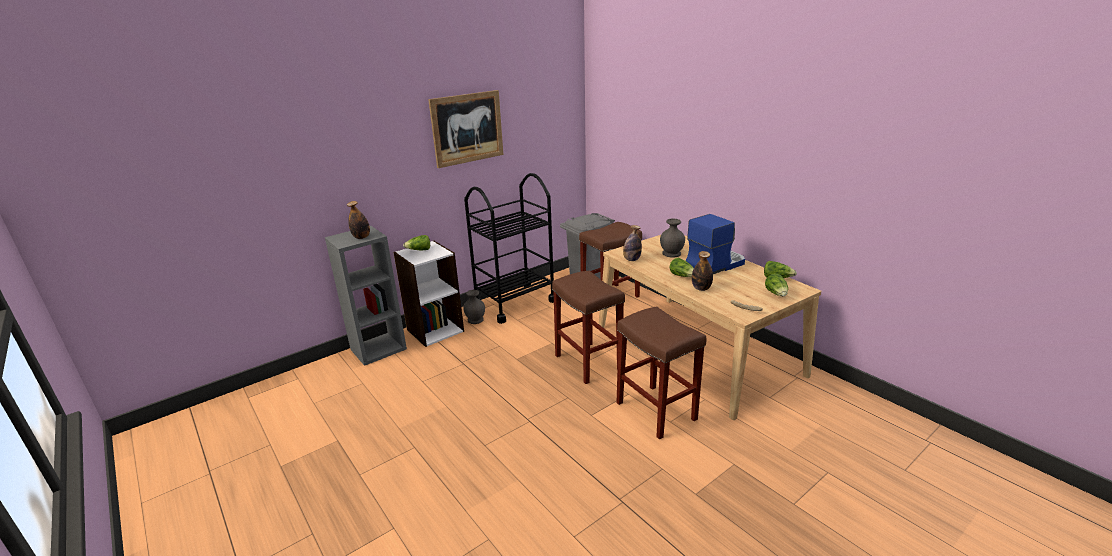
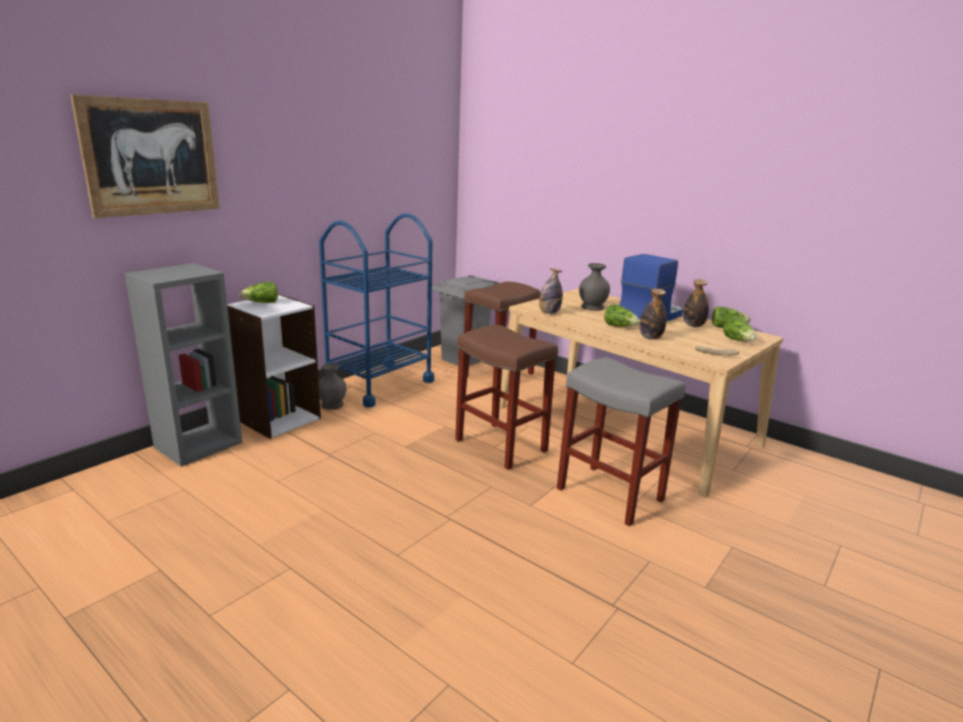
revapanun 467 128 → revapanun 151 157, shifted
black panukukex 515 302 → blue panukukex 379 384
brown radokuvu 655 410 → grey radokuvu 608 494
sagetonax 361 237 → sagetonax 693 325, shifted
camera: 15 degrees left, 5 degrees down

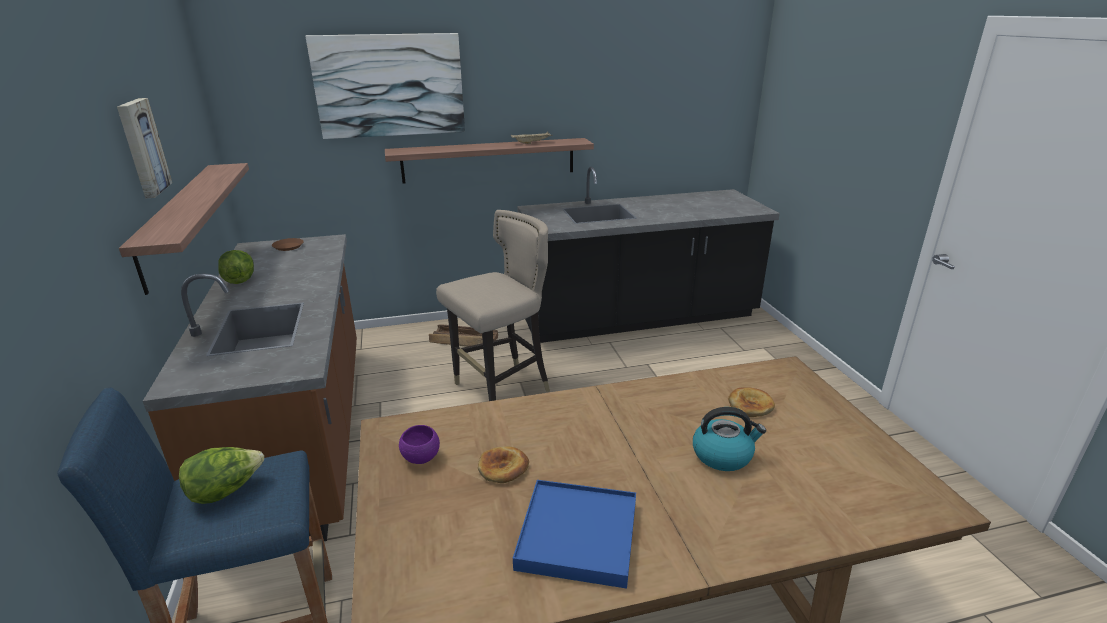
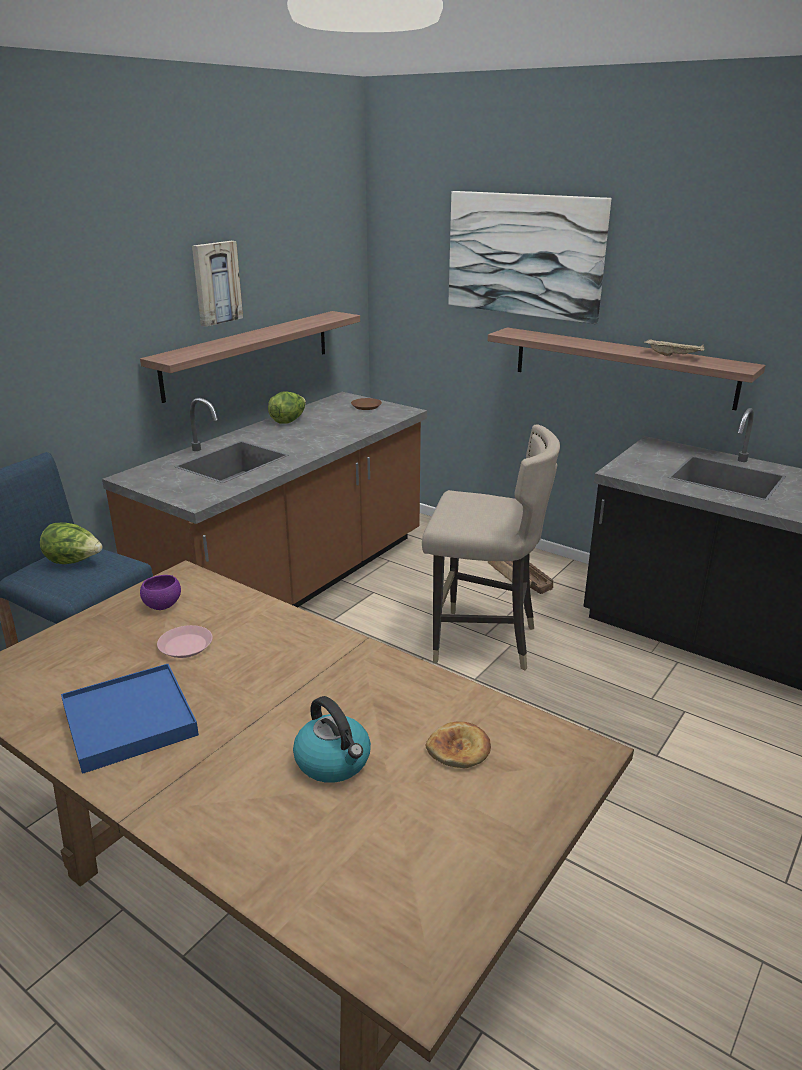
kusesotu 503 468 → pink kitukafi 185 646
camera: 50 degrees right, 0 degrees up

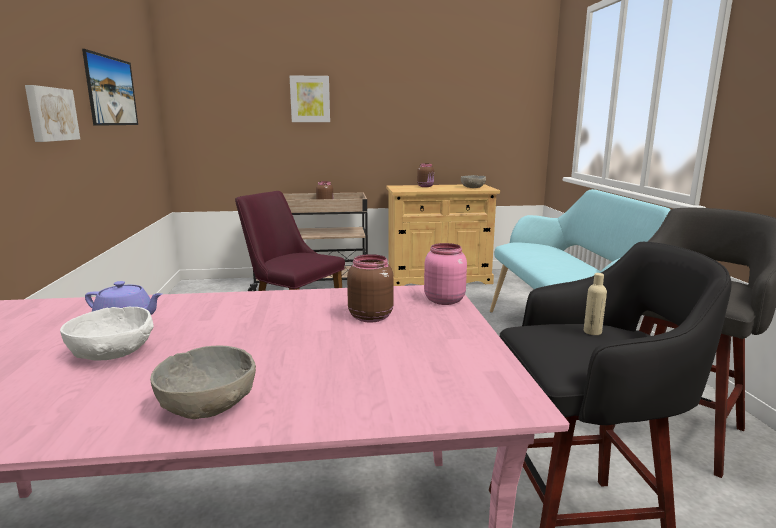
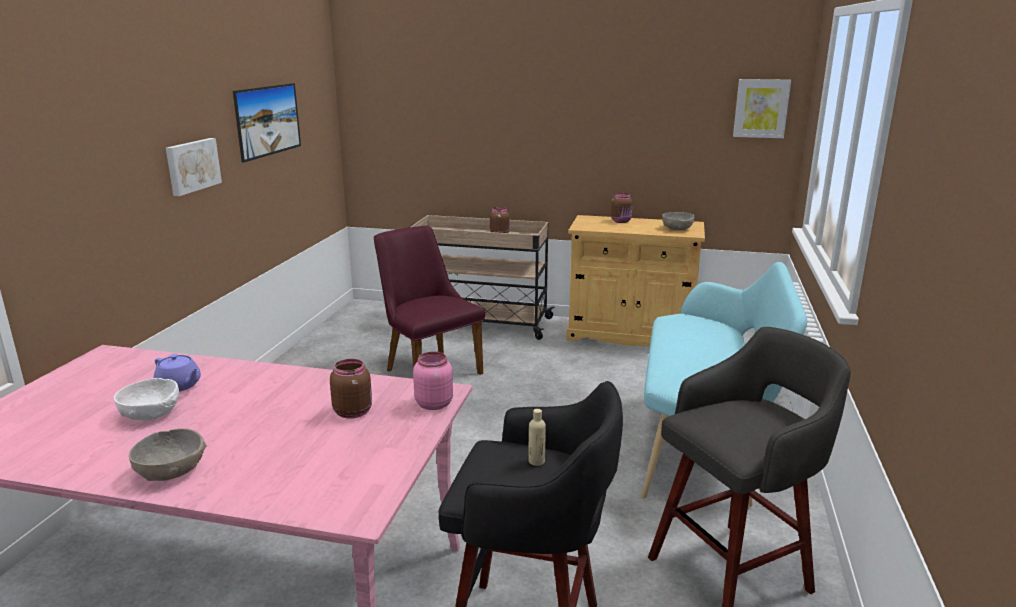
revapanun 310 99 → revapanun 761 108, shifted
camera: 20 degrees right, 5 degrees up

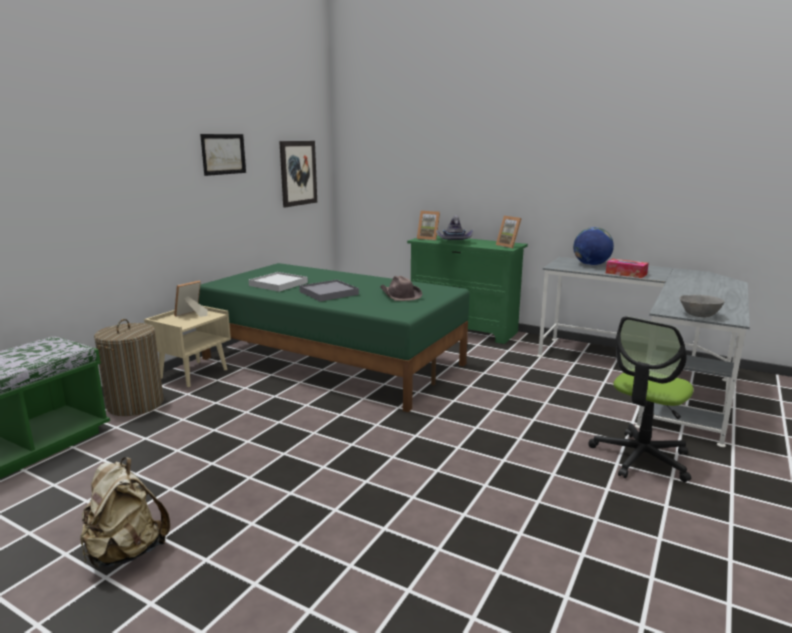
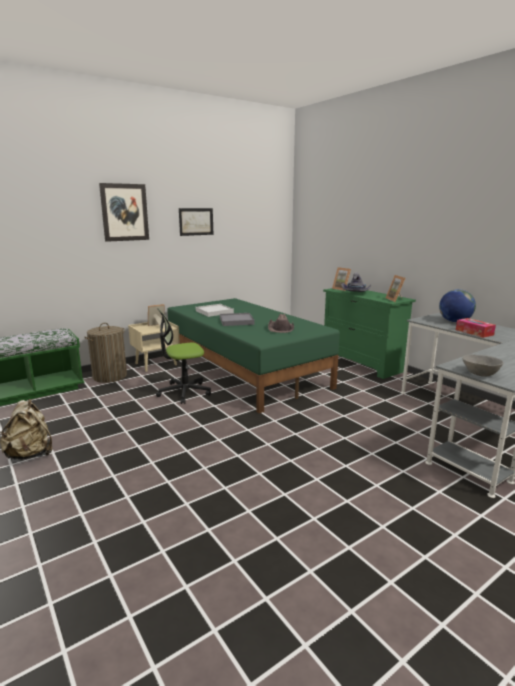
revapanun 298 173 → revapanun 124 212, shifted
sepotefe 640 458 → sepotefe 184 392, shifted
camera: 25 degrees right, 0 degrees up

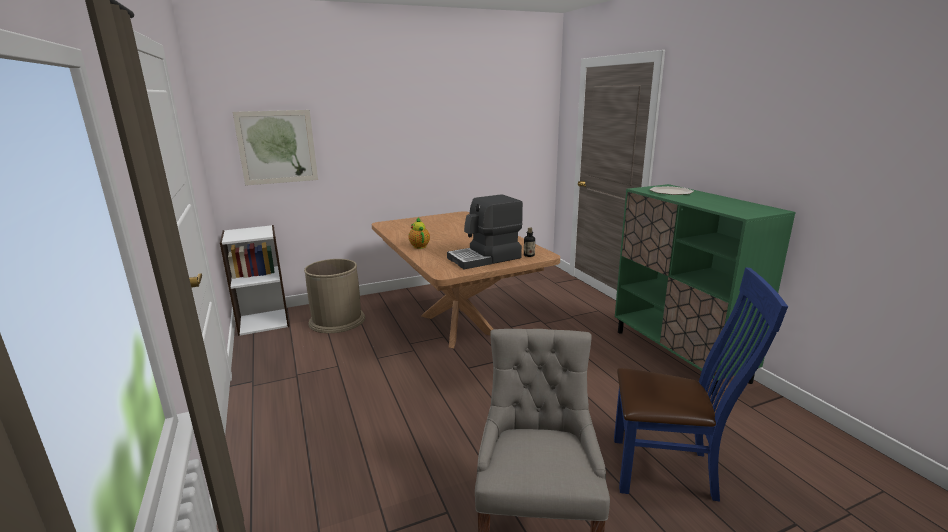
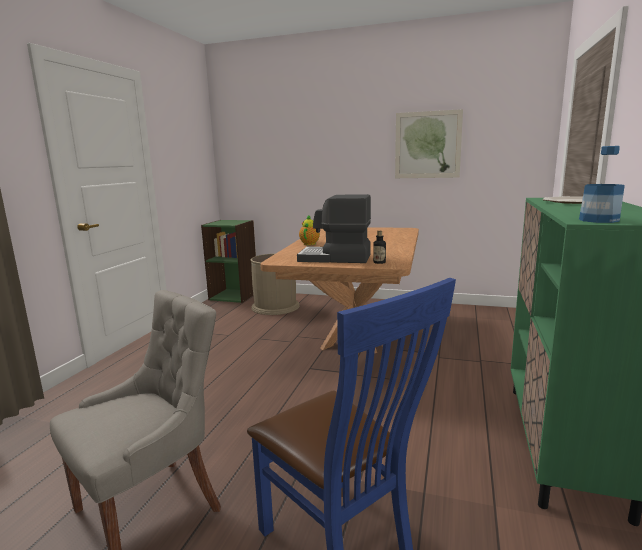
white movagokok 264 321 → green movagokok 234 295
revapanun 277 147 → revapanun 427 145, shifted
- → sagetonax 598 220
camera: 40 degrees right, 5 degrees down

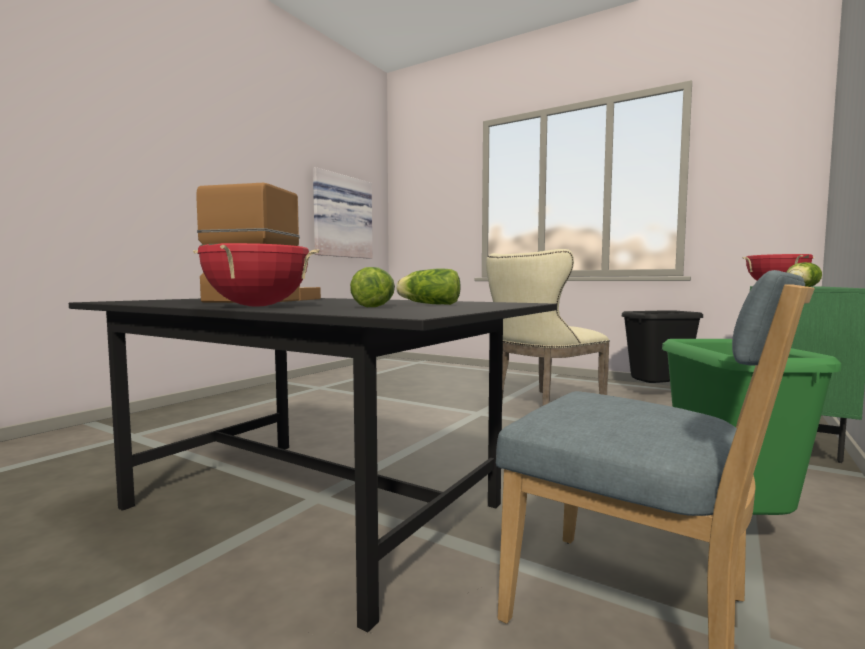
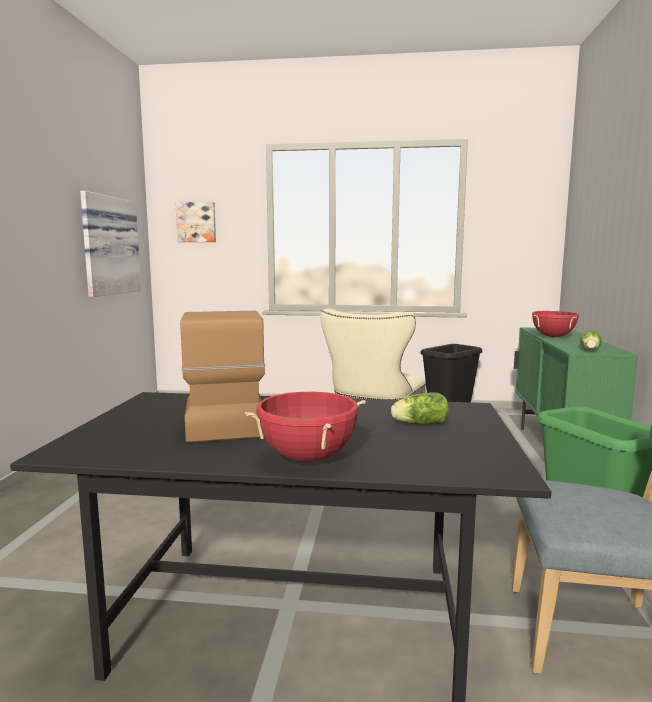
- → revapanun 196 222
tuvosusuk 376 306 → -
camera: 25 degrees left, 5 degrees up

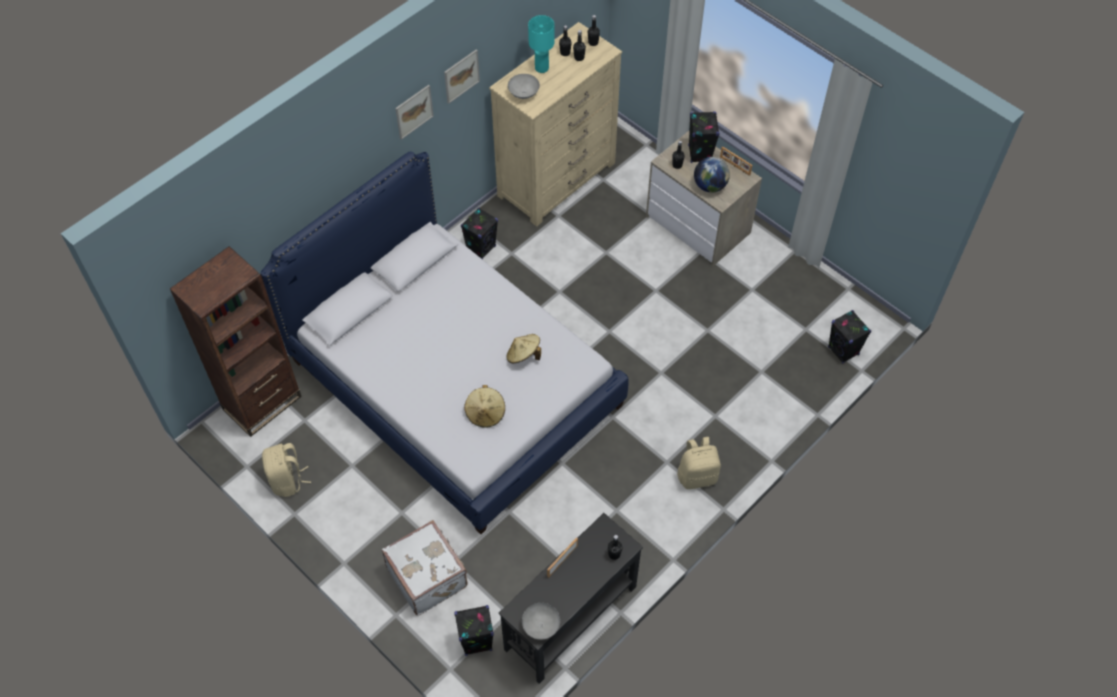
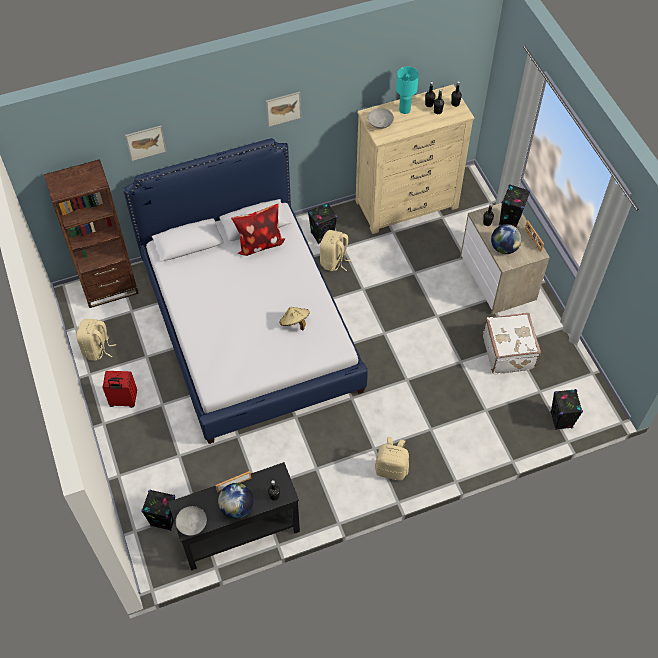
- → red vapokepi 123 401
revapanun 461 76 → revapanun 145 142, shifted
- → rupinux 237 507
- → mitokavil 259 243
- → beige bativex 334 261
white vapokepi 428 576 → white vapokepi 509 352, shifted
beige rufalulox 485 413 → -
camera: 25 degrees right, 0 degrees up

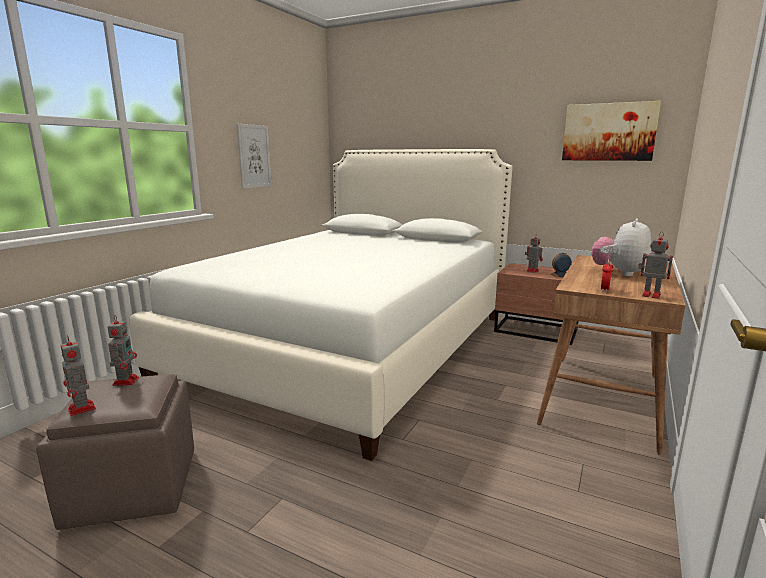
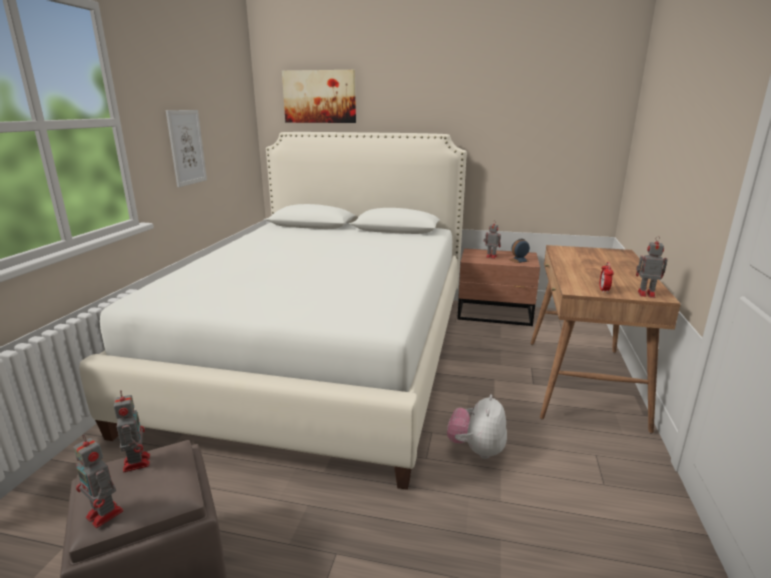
revapanun 609 132 → revapanun 319 97, shifted
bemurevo 619 273 → bemurevo 476 450, shifted
camera: 15 degrees left, 5 degrees up

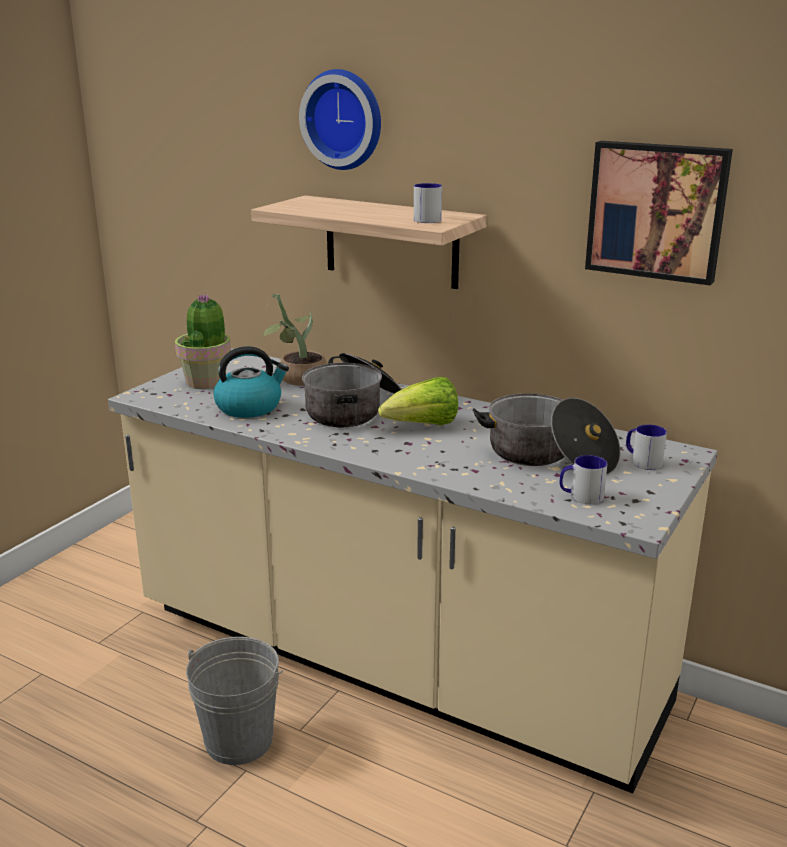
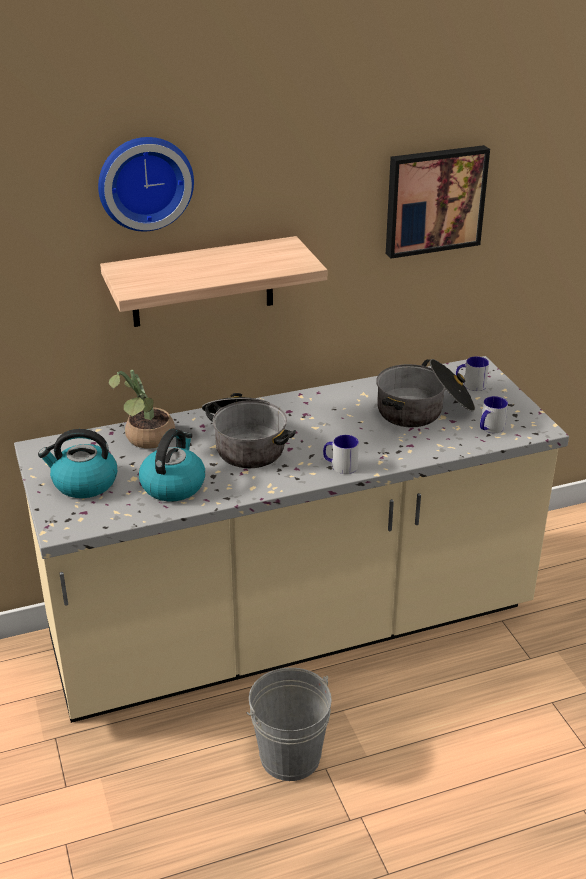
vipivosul 207 381 → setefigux 83 483
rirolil 425 219 → rirolil 340 466, shifted
tuvosusuk 422 426 → -
camera: 50 degrees left, 10 degrees up

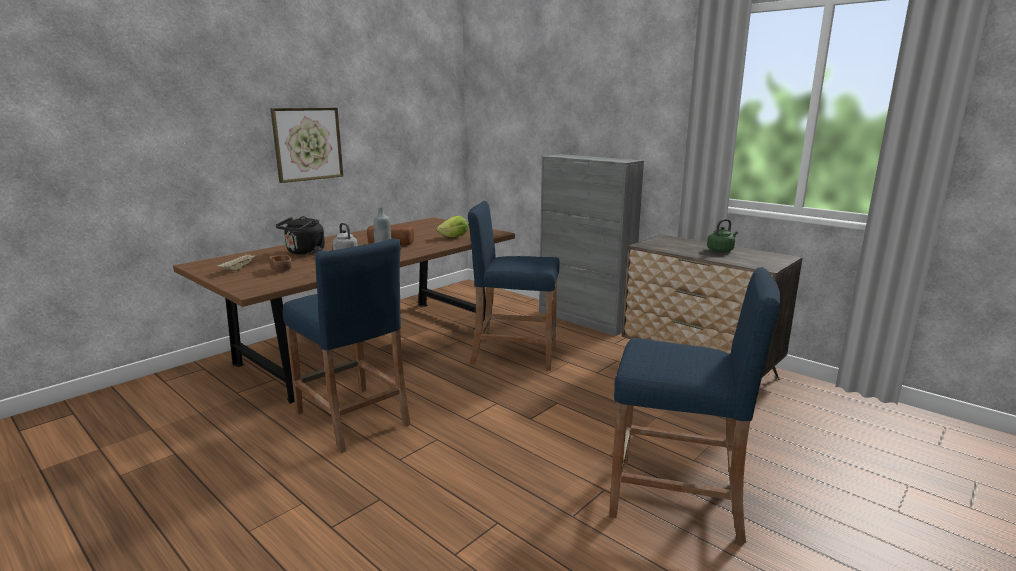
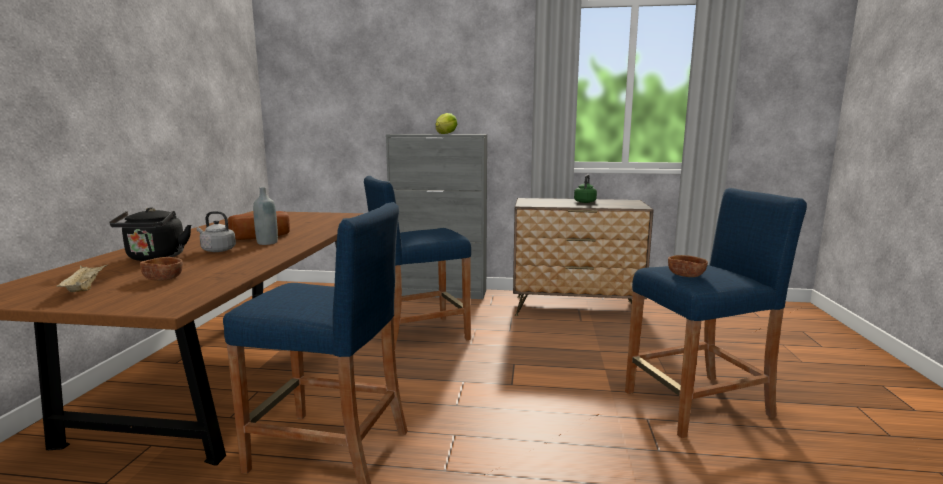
tuvosusuk 454 237 → tuvosusuk 446 134, shifted
- → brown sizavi 686 275
revapanun 307 144 → -
camera: 35 degrees left, 5 degrees down

